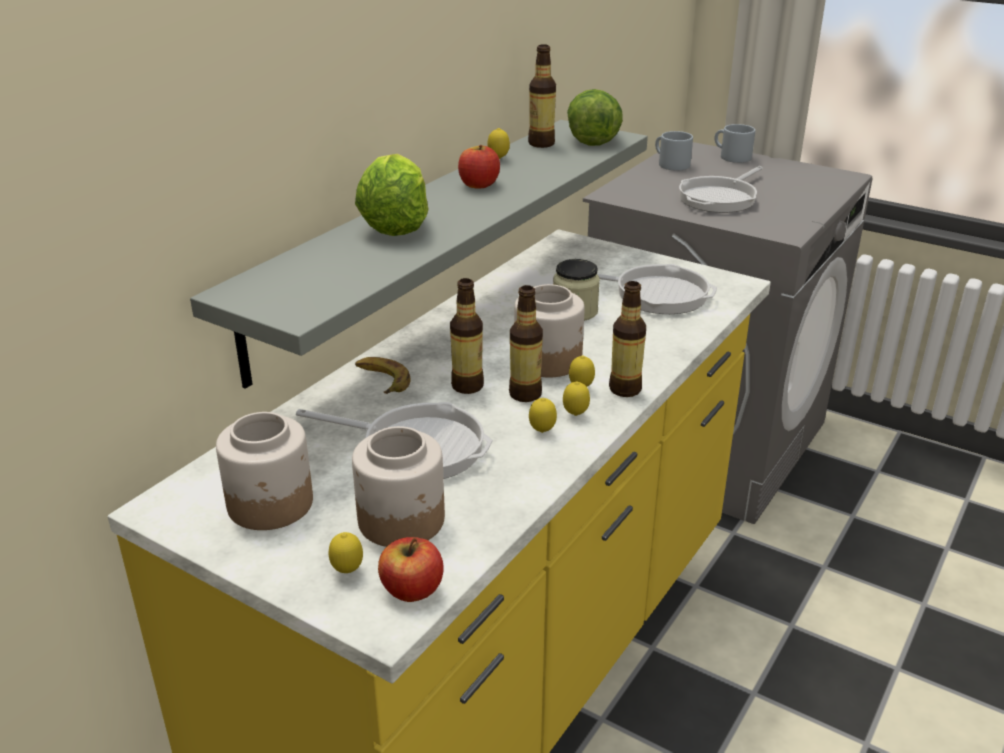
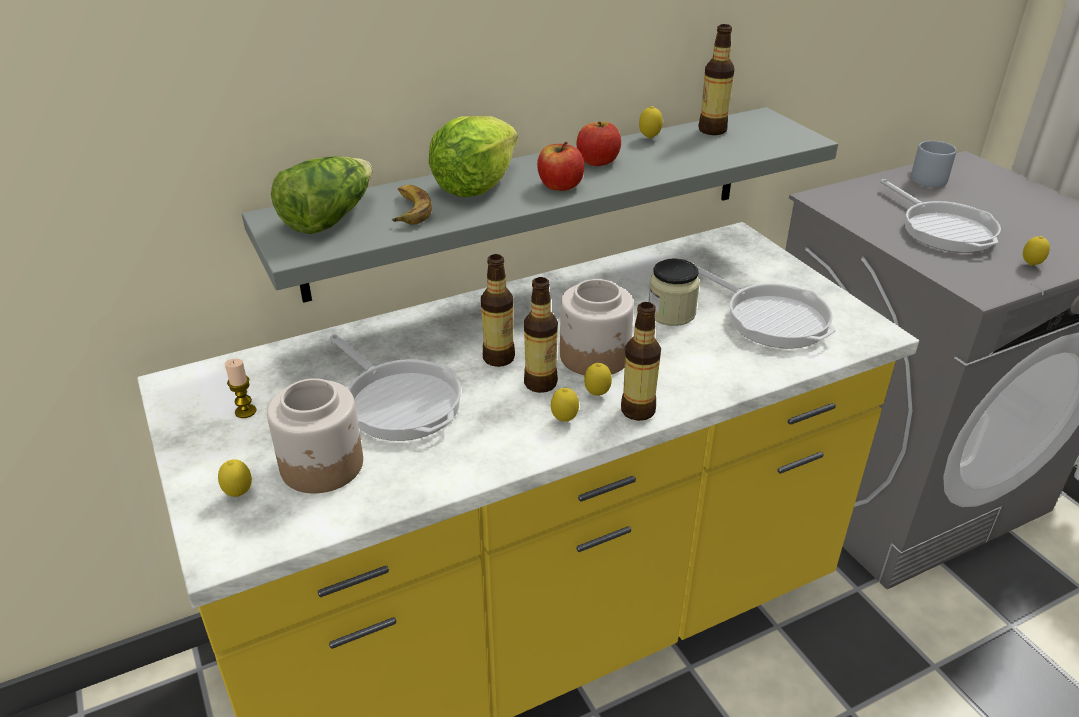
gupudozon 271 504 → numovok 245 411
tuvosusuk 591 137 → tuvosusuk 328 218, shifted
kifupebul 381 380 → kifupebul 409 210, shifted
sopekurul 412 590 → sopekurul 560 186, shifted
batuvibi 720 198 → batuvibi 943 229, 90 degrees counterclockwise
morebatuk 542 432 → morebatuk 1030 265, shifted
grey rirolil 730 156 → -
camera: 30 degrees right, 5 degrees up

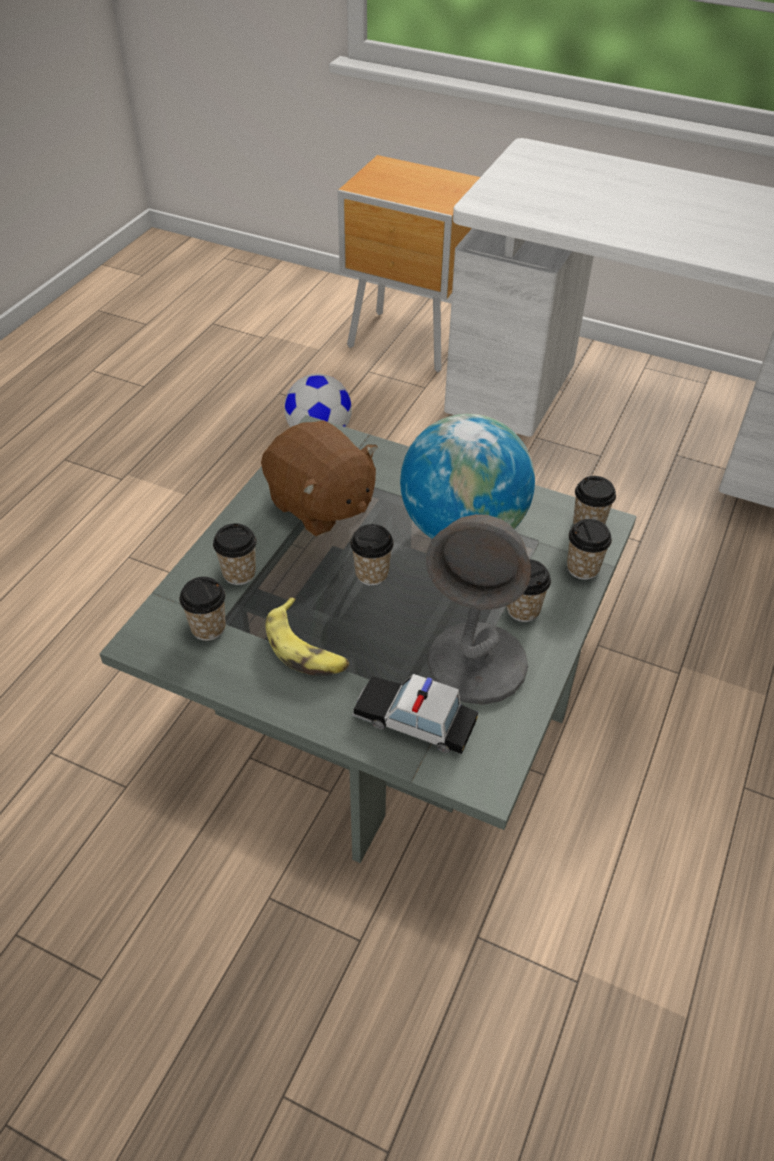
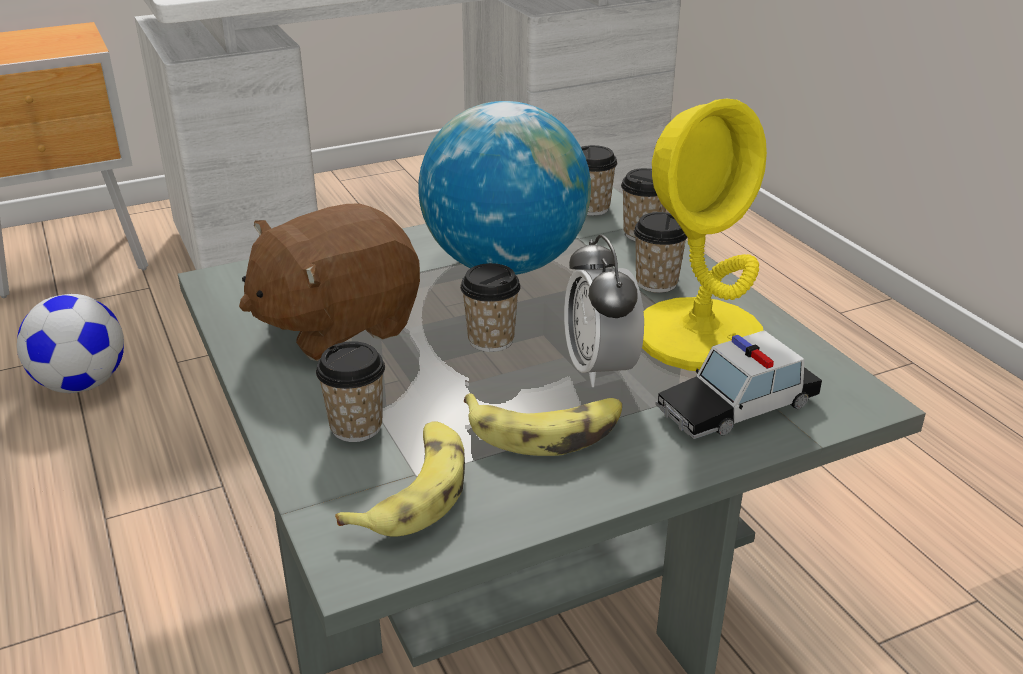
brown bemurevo 320 505 → brown bemurevo 336 325, 150 degrees clockwise
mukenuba 208 628 → kifupebul 414 491
- → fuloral 599 368
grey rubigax 478 664 → yellow rubigax 699 336
camera: 50 degrees left, 15 degrees down

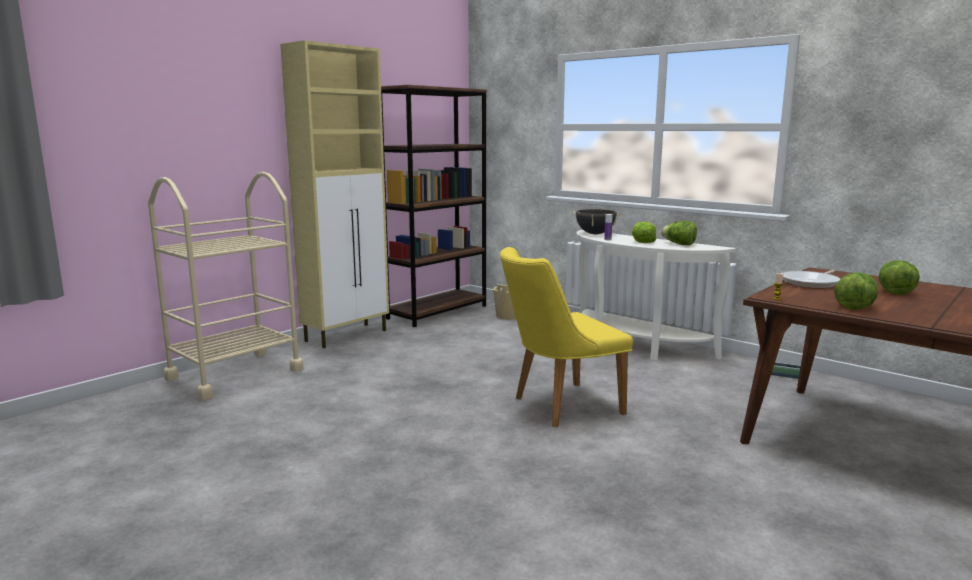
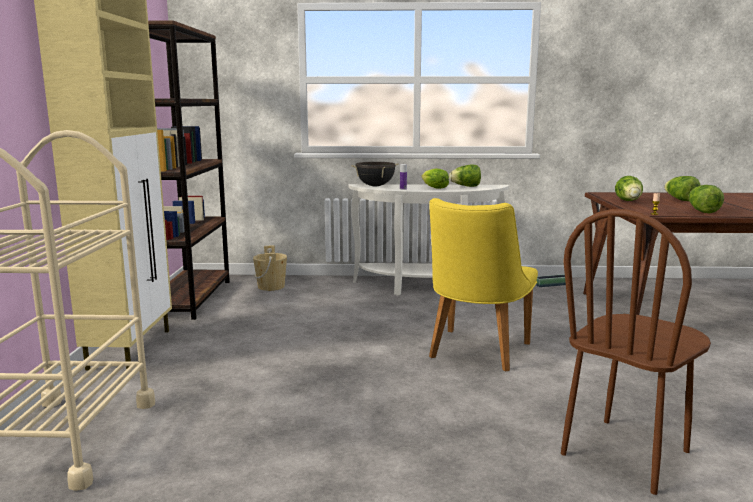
- → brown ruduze 626 453
batuvibi 811 283 → tuvosusuk 629 201
camera: 40 degrees left, 0 degrees up

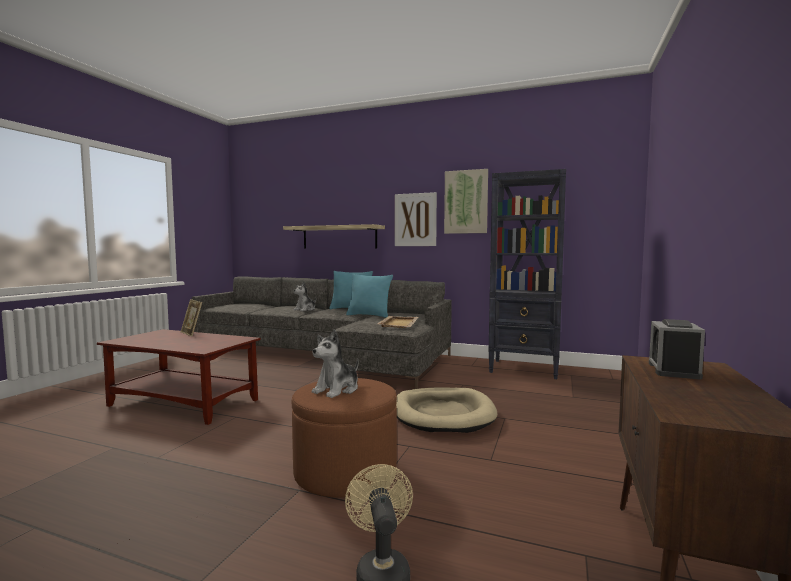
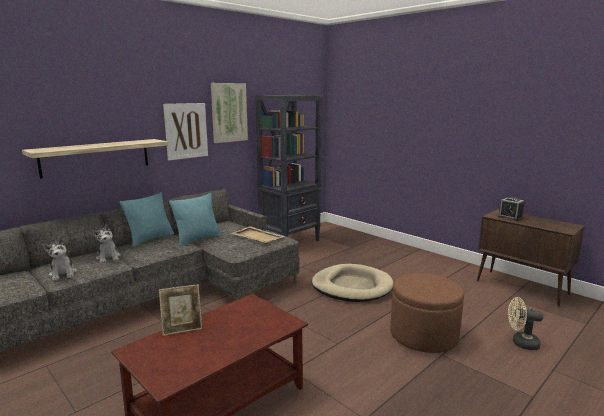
bemurevo 337 390 → bemurevo 63 274, shifted
camera: 65 degrees left, 10 degrees up

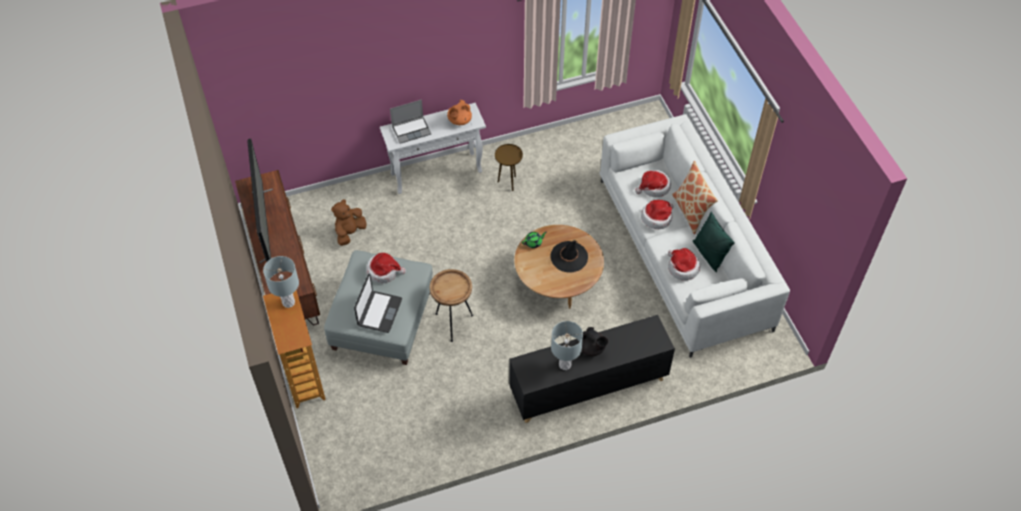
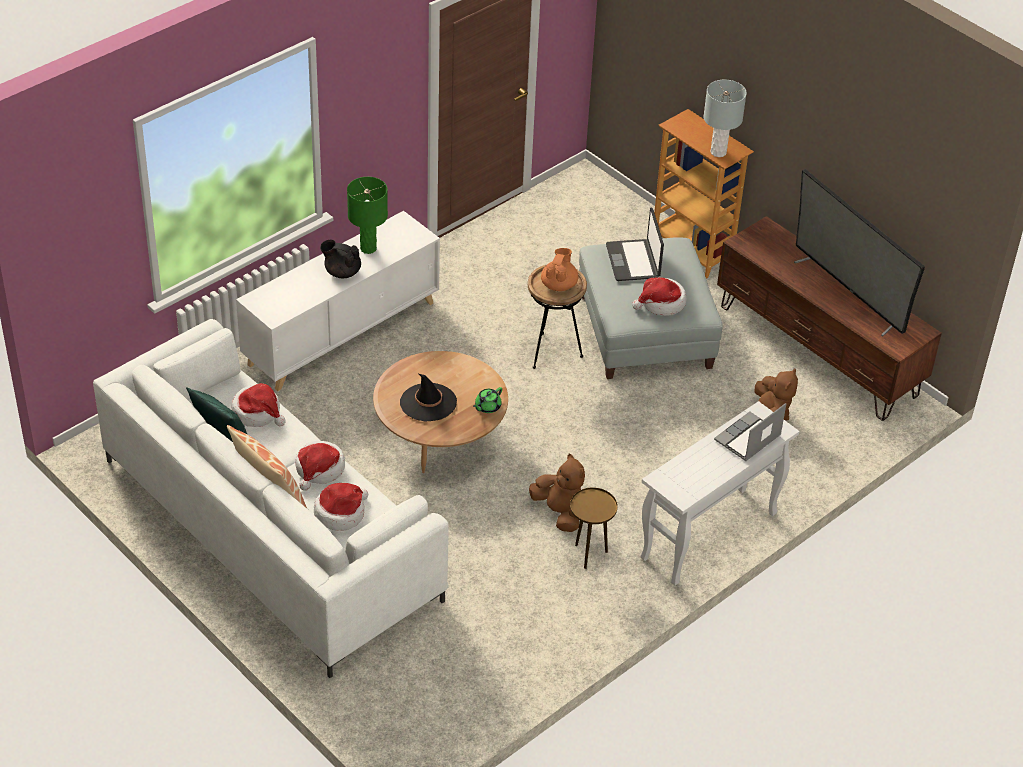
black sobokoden 588 386 → white sobokoden 342 333
grey rubigax 564 365 → green rubigax 368 248
- → brown bemurevo 560 513
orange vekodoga 459 121 → orange vekodoga 559 285, shifted
camera: 155 degrees right, 10 degrees down

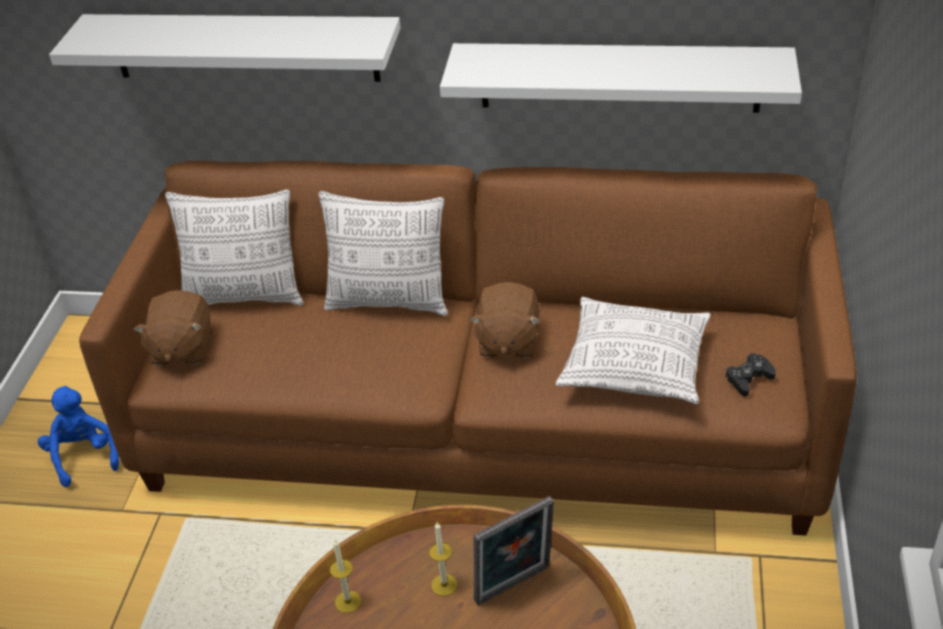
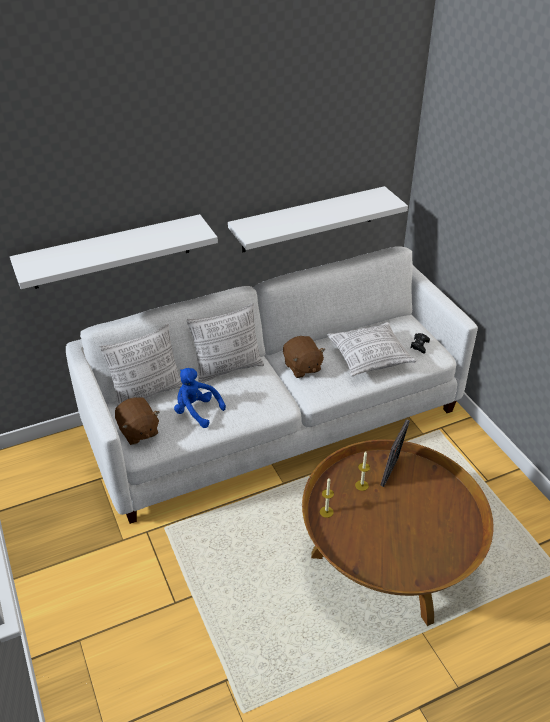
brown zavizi 480 422 → white zavizi 275 420
blue bemurevo 84 456 → blue bemurevo 196 411, shifted
camera: 35 degrees left, 0 degrees up

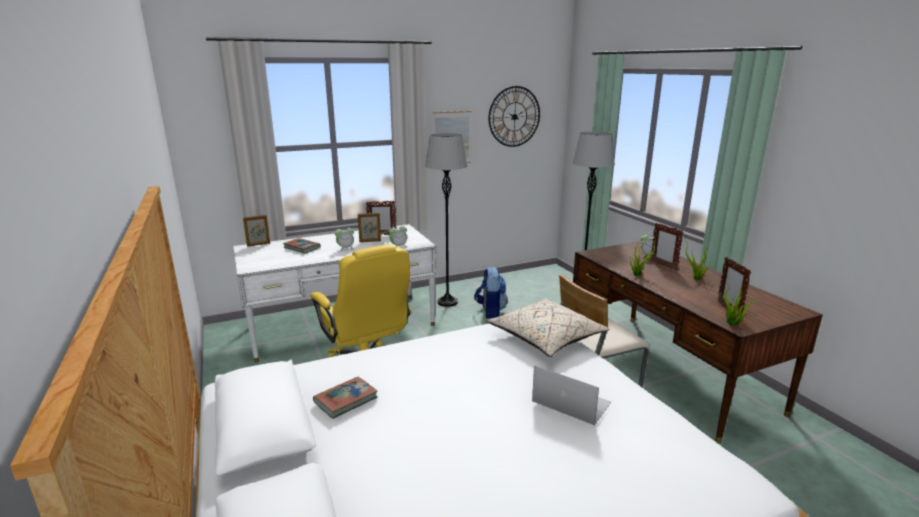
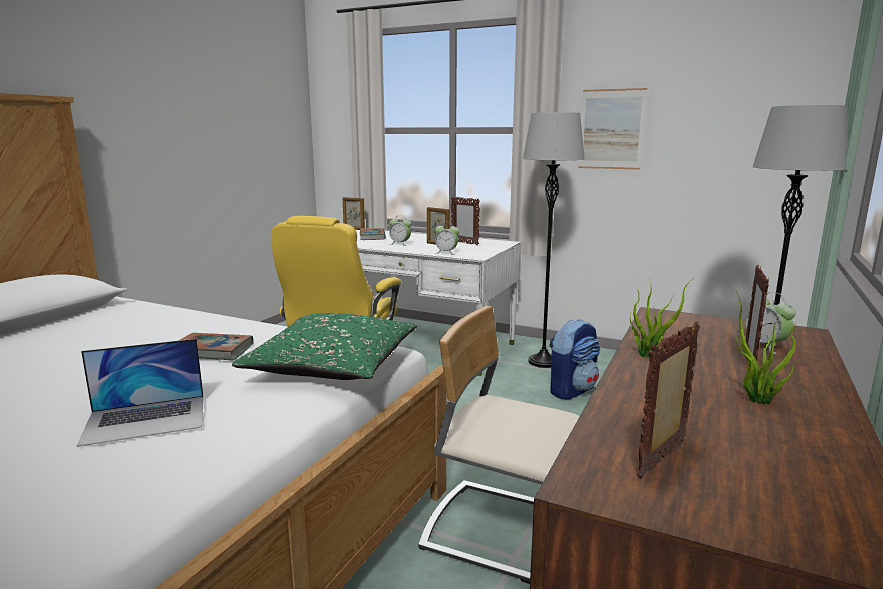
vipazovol 571 401 → vipazovol 146 419, 75 degrees clockwise
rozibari 346 400 → rozibari 213 351, shifted
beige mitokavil 546 338 → green mitokavil 332 367
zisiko 514 116 → -
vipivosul 732 324 → -
camera: 50 degrees right, 5 degrees down

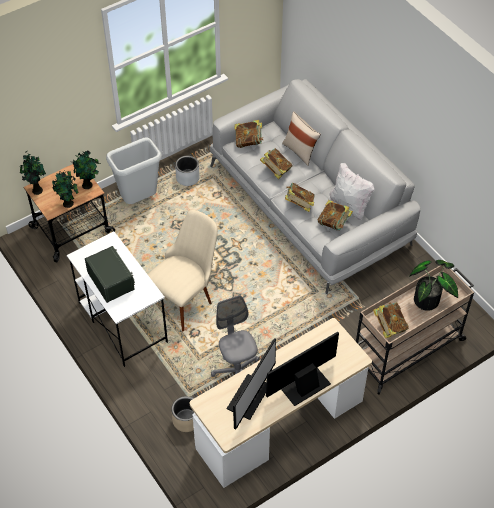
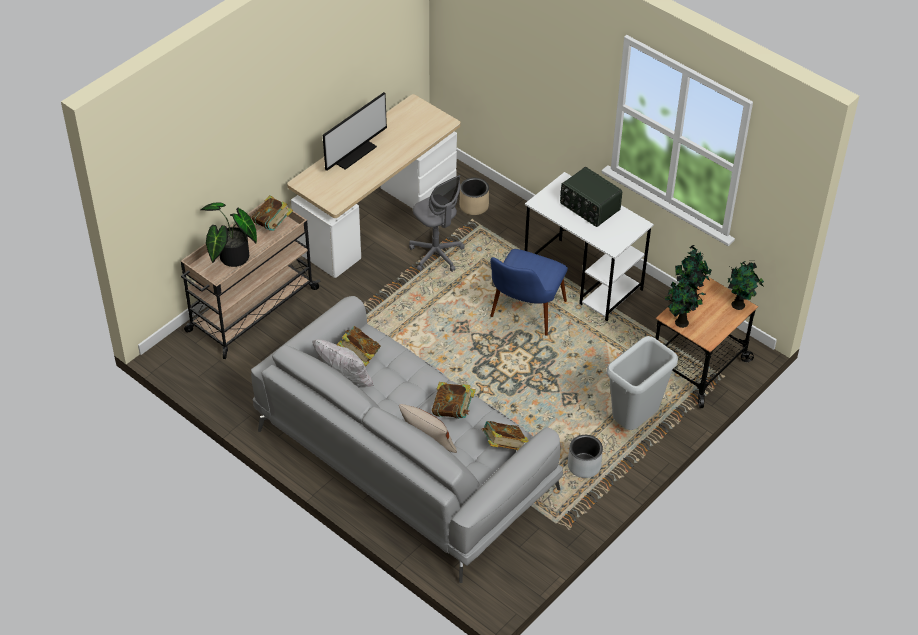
beige ruduze 185 297 → blue ruduze 523 318
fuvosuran 249 397 → -
rozibari 299 204 → -
camera: 165 degrees right, 5 degrees down

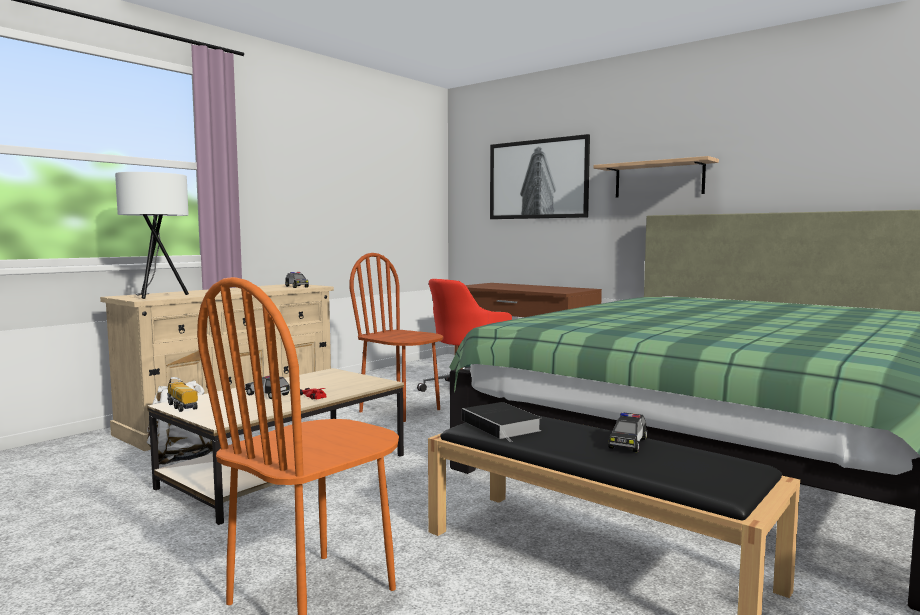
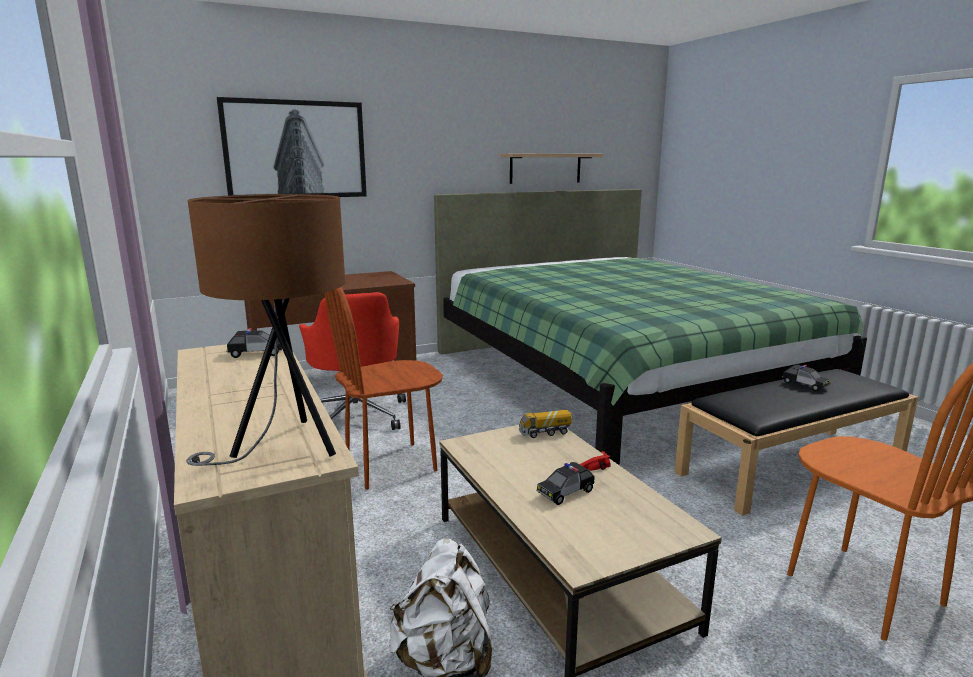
white rubigax 157 297 → brown rubigax 284 447
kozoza 659 179 → kozoza 545 168, shifted
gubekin 182 406 → gubekin 544 433, shifted
rozibari 502 426 → -
camera: 65 degrees left, 10 degrees up

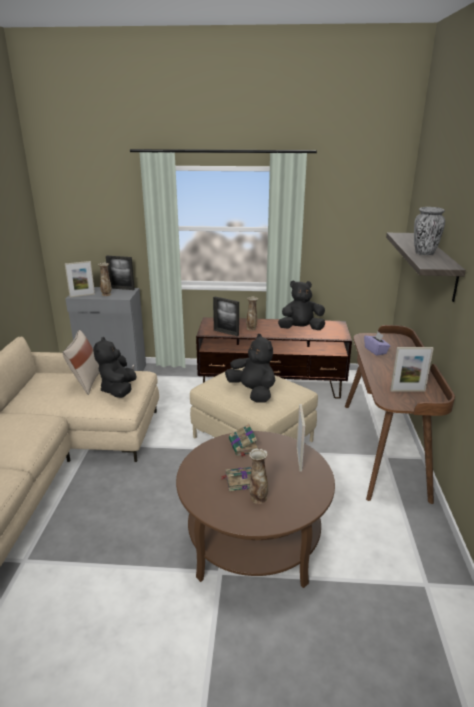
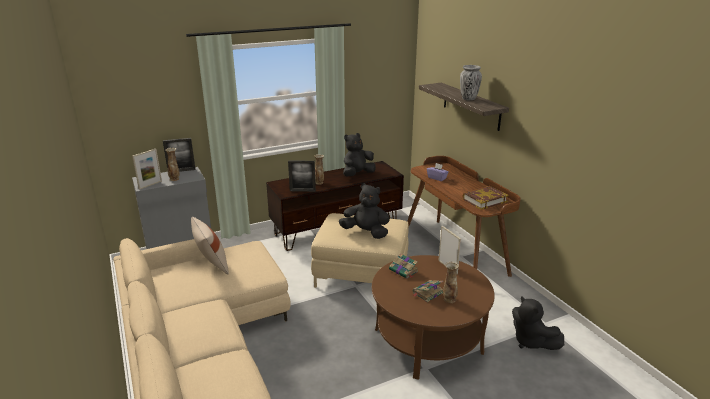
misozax 407 390 → rozibari 484 200
black bemurevo 118 390 → black bemurevo 531 341, shifted
camera: 30 degrees left, 0 degrees up

